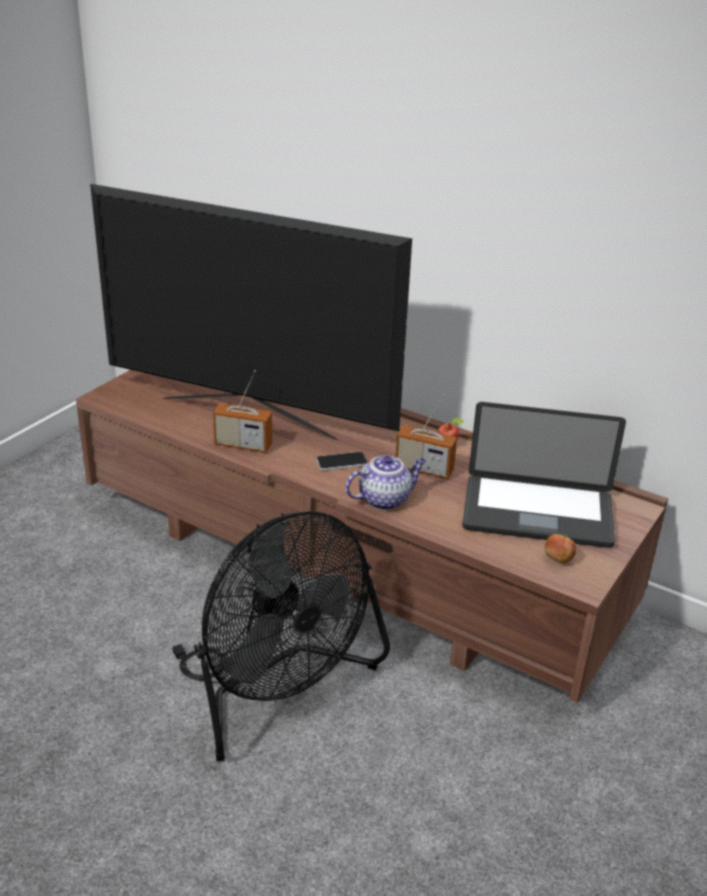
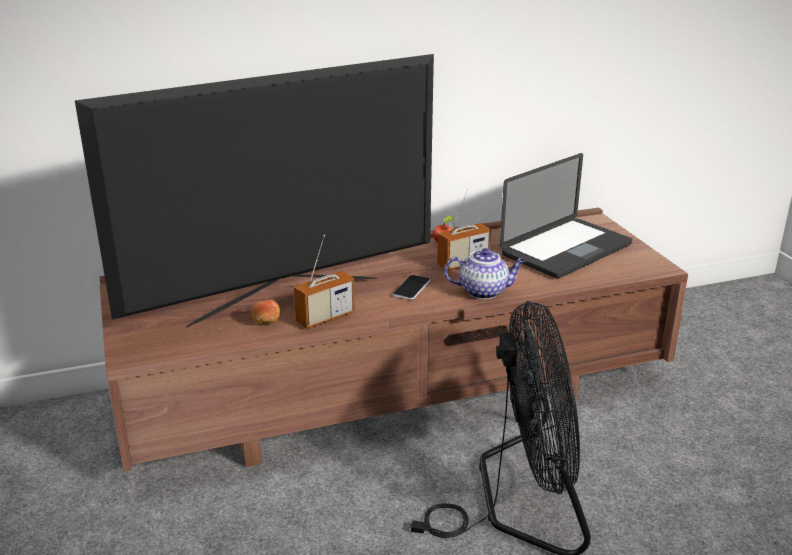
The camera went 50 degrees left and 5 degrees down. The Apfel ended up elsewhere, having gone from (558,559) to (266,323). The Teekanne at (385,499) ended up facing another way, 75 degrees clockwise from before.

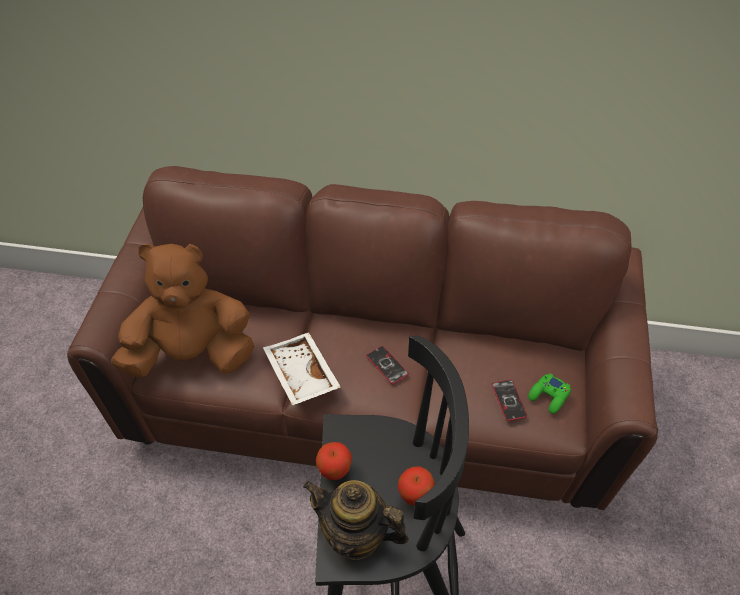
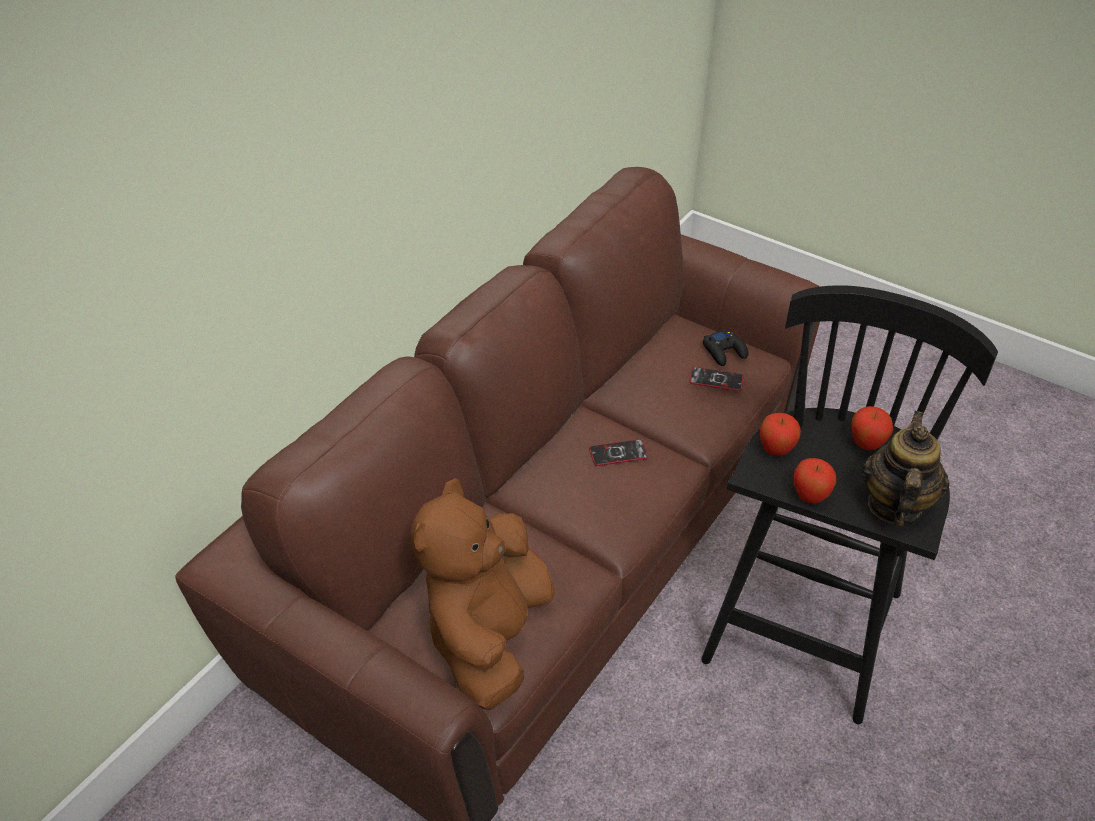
The camera went 65 degrees left and 5 degrees down. The second view lost the Tablett [weiß] at (300,375). The second view gained the Apfel at (775,450). What was the Gamepad [grün] at (549,396) turned into the Gamepad [schwarz] at (724,352). The Teekanne at (355,536) ended up facing another way, 150 degrees clockwise from before.

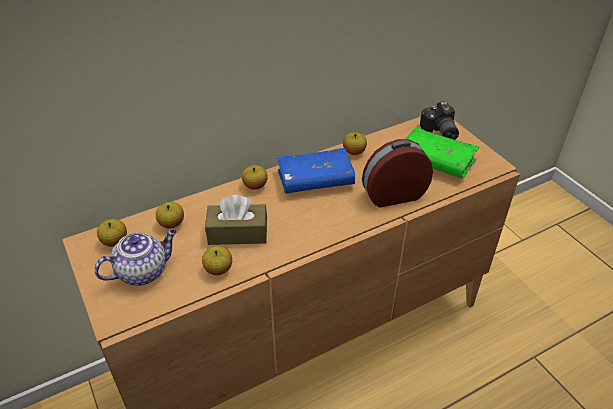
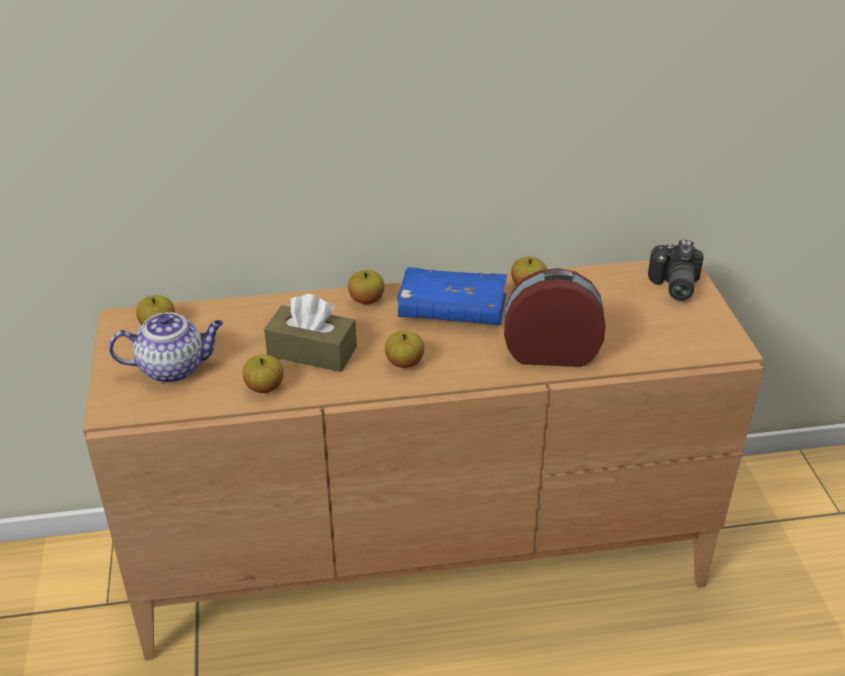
The camera went 20 degrees right and 5 degrees down. The second view lost the Buch [grün] at (436,161). The Apfel ended up elsewhere, having gone from (171,224) to (404,363).

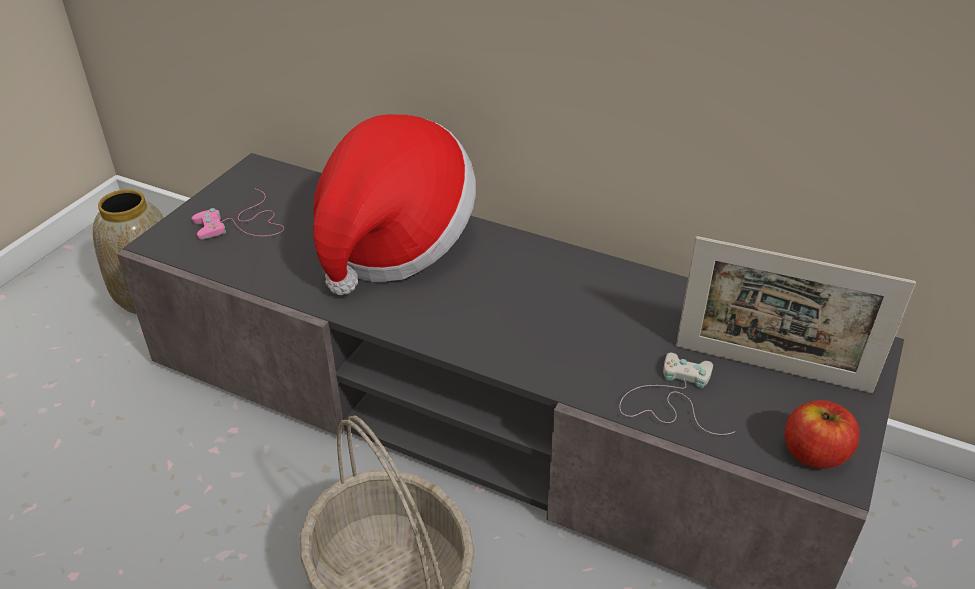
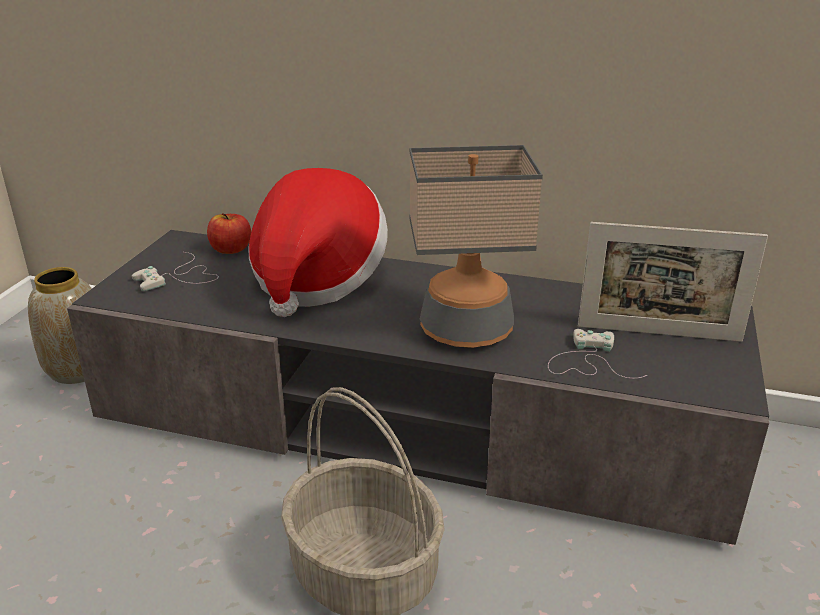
The camera went 10 degrees left and 10 degrees down. The second view gained the Tischlampe at (465,330). The Apfel ended up elsewhere, having gone from (814,453) to (231,249). What was the Gamepad [rosa] at (243,224) turned into the Gamepad [weiß] at (179,278).

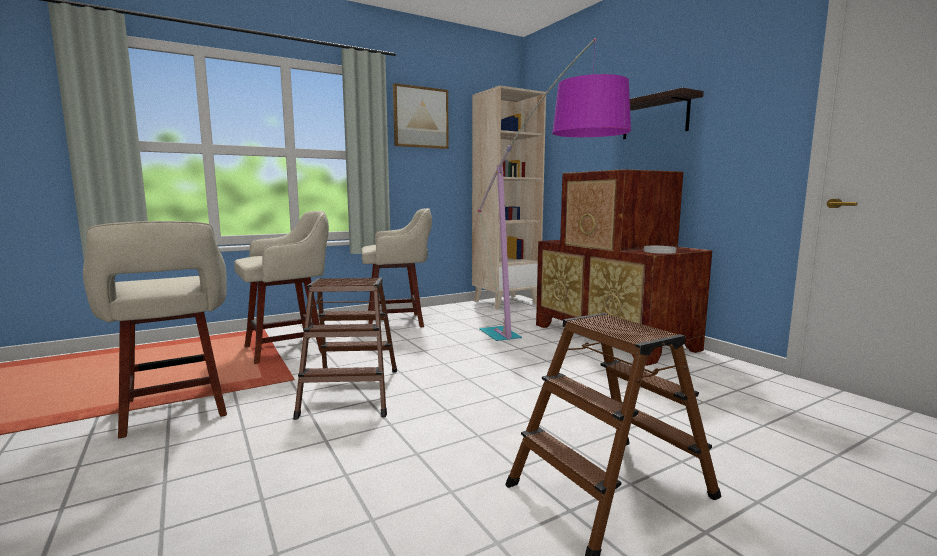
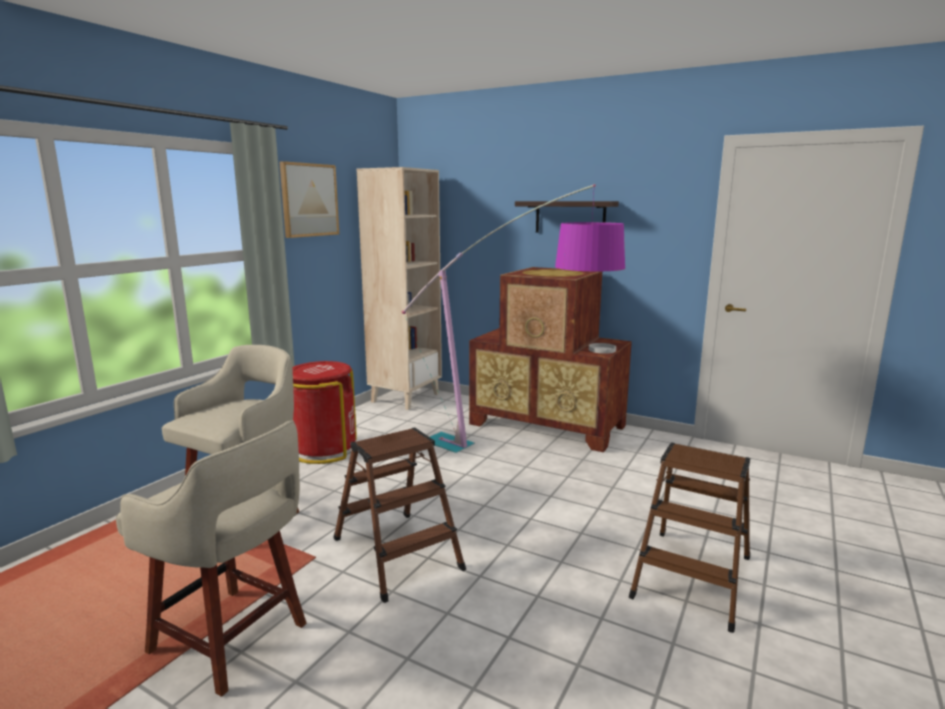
The camera went 30 degrees left and 5 degrees up. Where the Hocker [beige] stood at (398,322), the Mülleimer [rot] came to stand at (324,449).

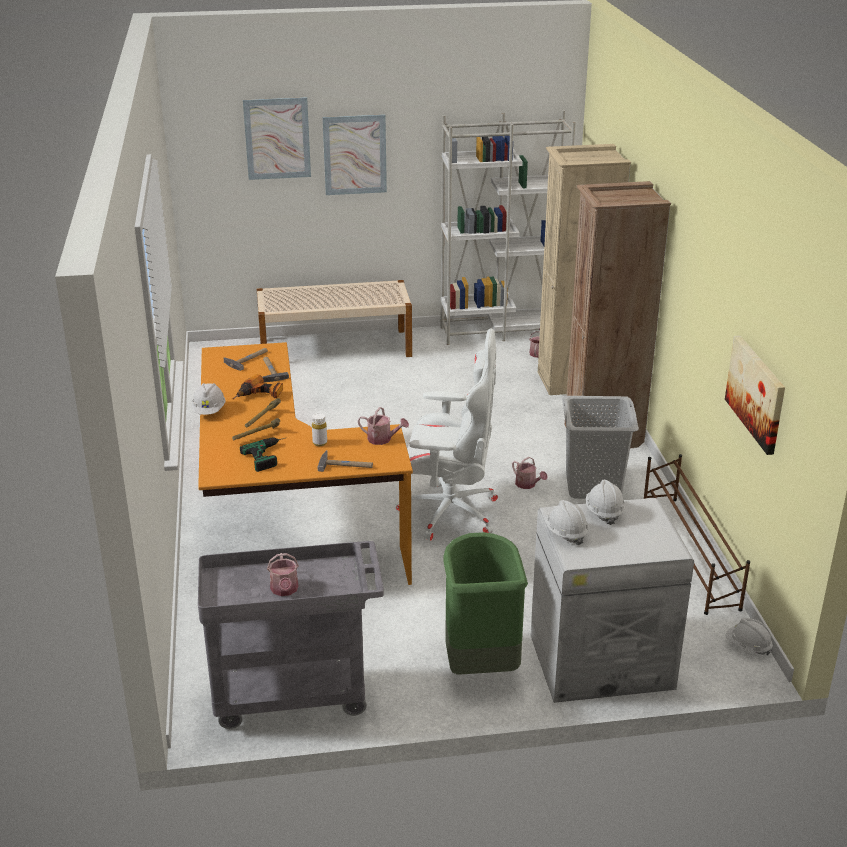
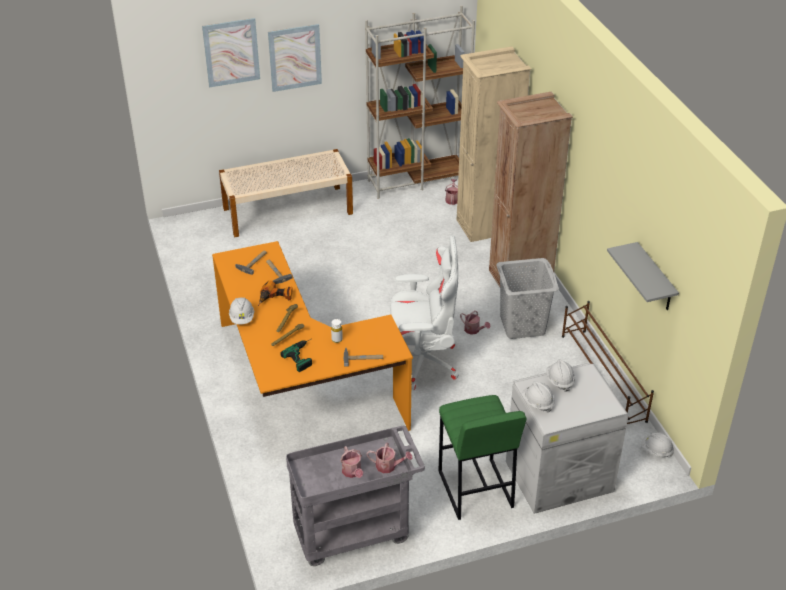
The camera went 10 degrees left and 10 degrees up. The Gießkanne ended up elsewhere, having gone from (382,439) to (389,466). Where the Mülleimer [grün] stood at (479,664), the Hocker [grün] came to stand at (476,490). Where the Bild hung at (756,393), the Wandregal [grau] came to hang at (655,278). What was the Bücherregal [weiß] at (501,332) turned into the Bücherregal [braun] at (417,181).

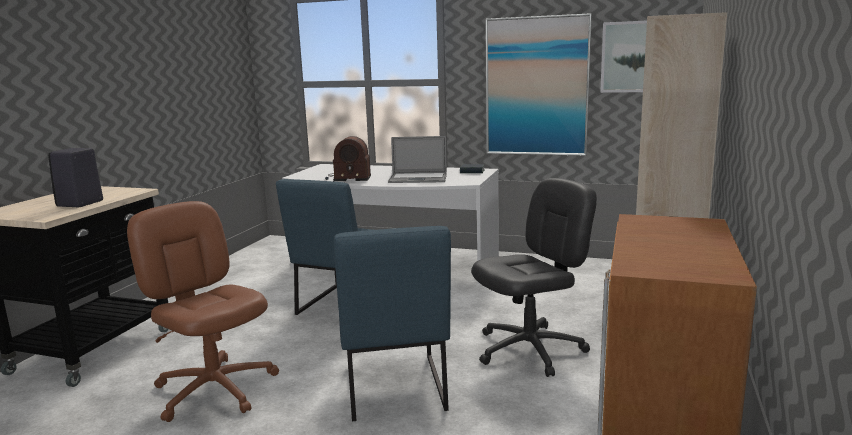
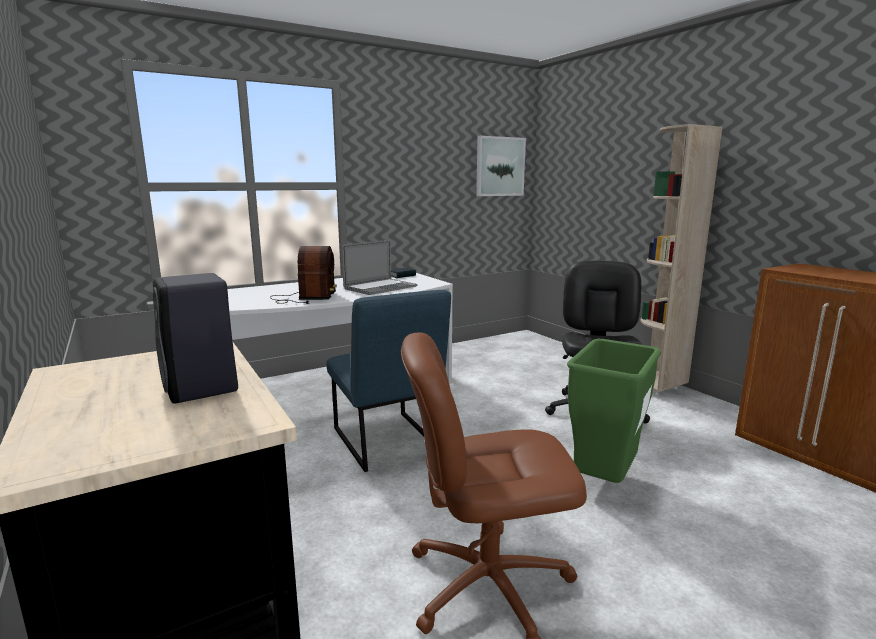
The camera went 50 degrees left and 0 degrees up. The second view lost the Bild at (536,87). Where the Stuhl [blau] stood at (394,388), the Mülleimer [grün] came to stand at (603,482). The Radio at (348,178) ended up facing another way, 45 degrees counterclockwise from before.

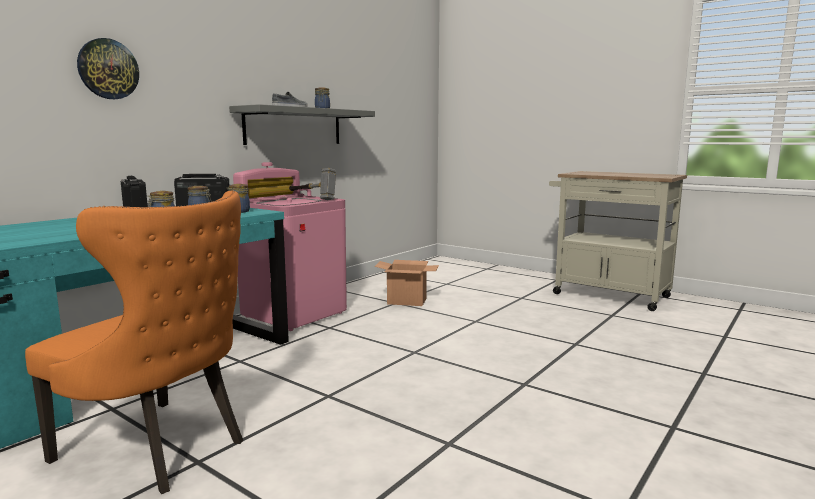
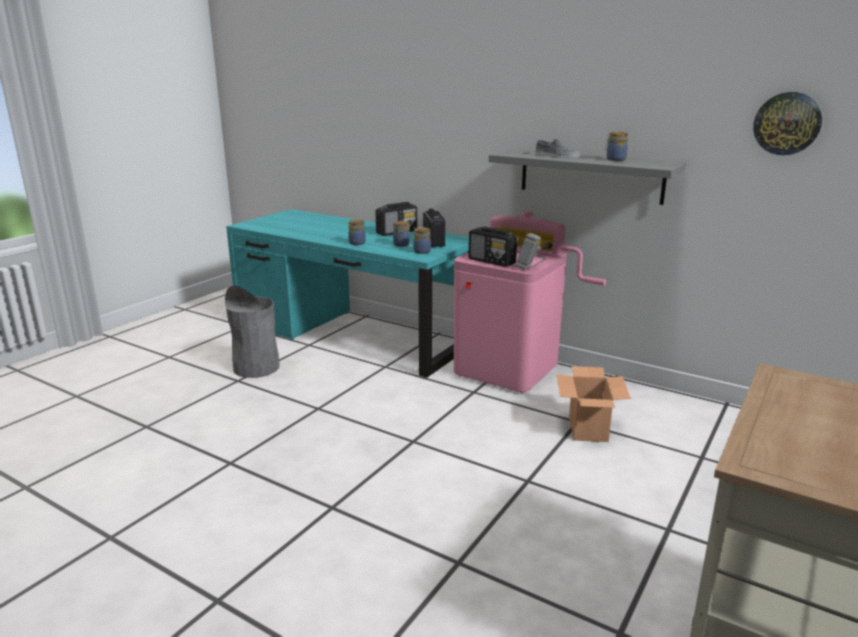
The camera went 85 degrees right and 10 degrees up. The second view gained the Radio at (492,261). The Wanduhr ended up elsewhere, having gone from (108,69) to (787,123). Where the Stuhl [orange] stood at (160,448), the Mülleimer [grau] came to stand at (256,368).

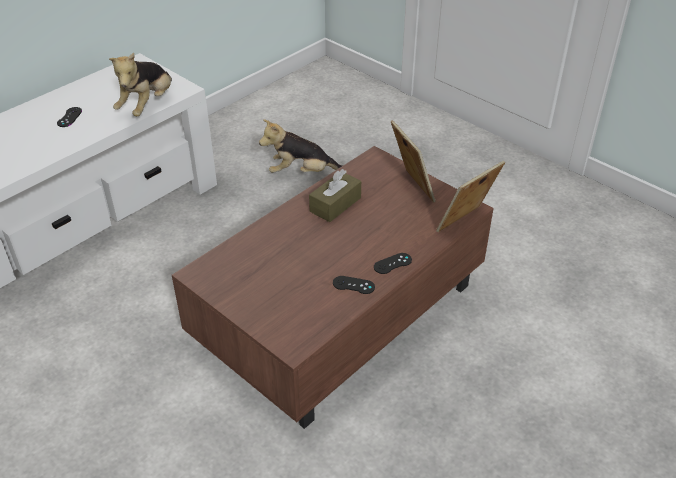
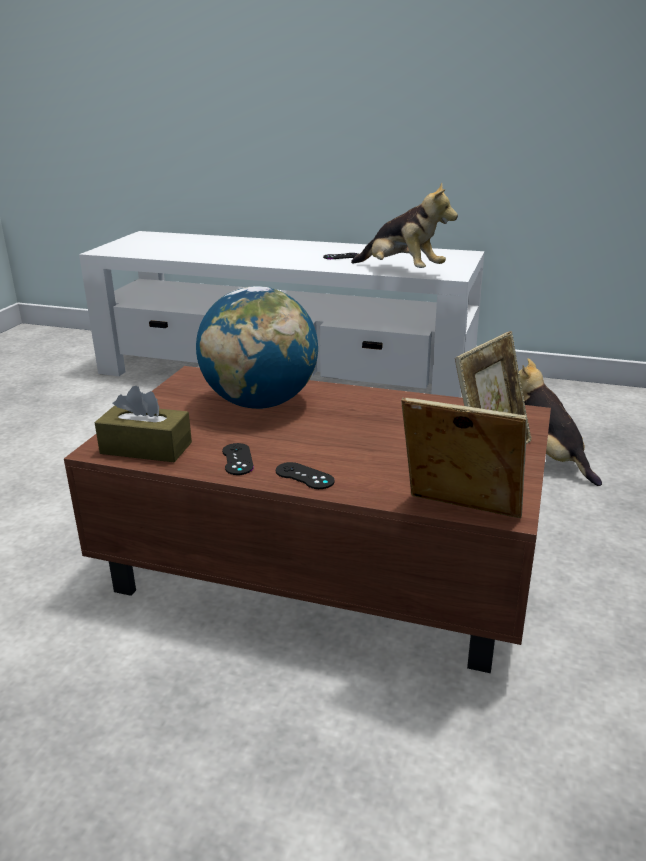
The camera went 65 degrees right and 15 degrees down. The second view gained the Globus at (260,403). The Taschentuchbox [braun] ended up elsewhere, having gone from (335,204) to (146,448). The Plüschtier at (147,105) ended up facing another way, 135 degrees counterclockwise from before.

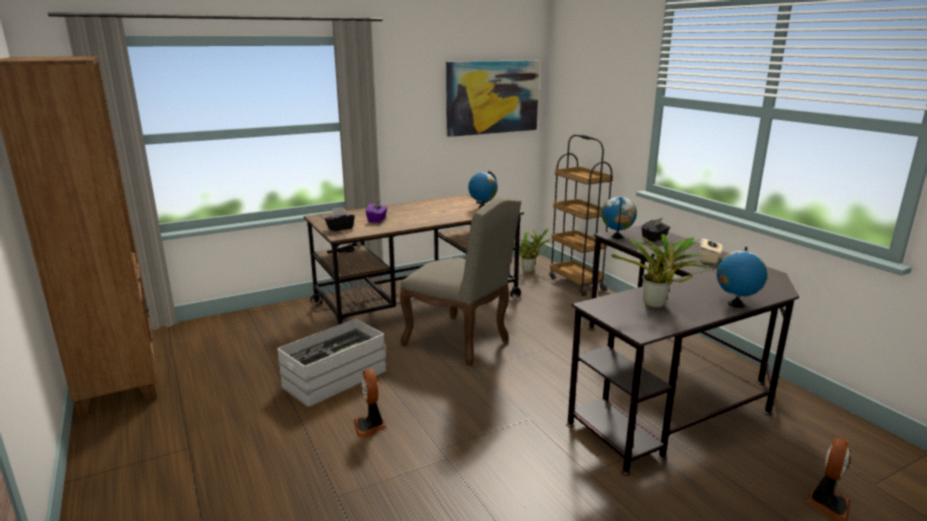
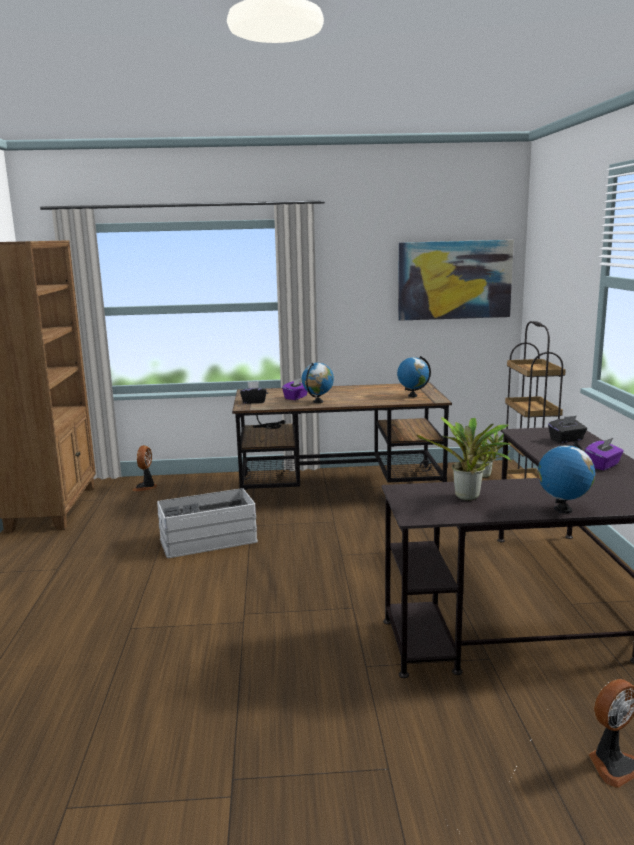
The camera went 25 degrees right and 5 degrees down. The second view lost the Stuhl [grau] at (459,342). The Ventilator ended up elsewhere, having gone from (370,426) to (145,487). The Globus ended up elsewhere, having gone from (617,237) to (318,402). What was the Taschentuchbox [beige] at (709,259) turned into the Taschentuchbox [lila] at (603,465).

